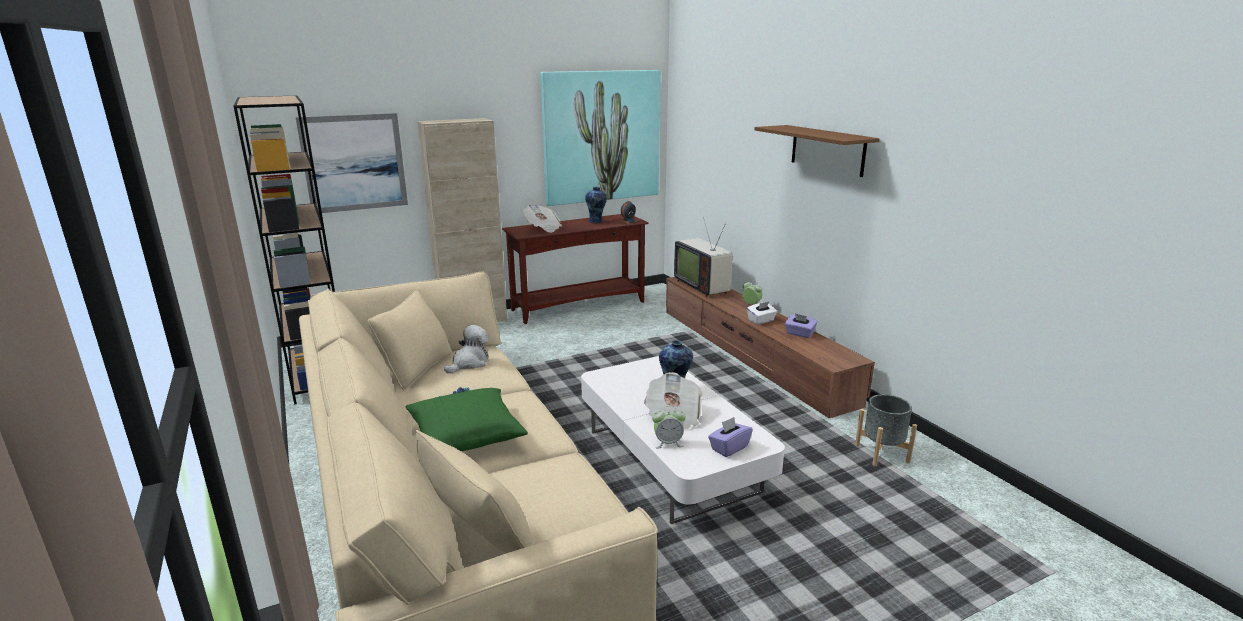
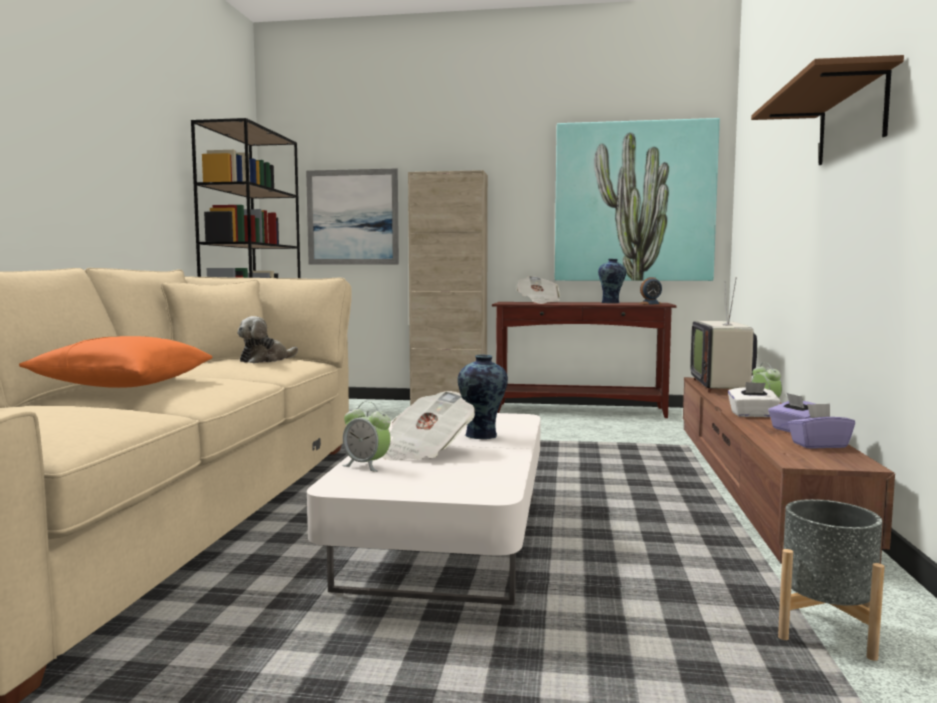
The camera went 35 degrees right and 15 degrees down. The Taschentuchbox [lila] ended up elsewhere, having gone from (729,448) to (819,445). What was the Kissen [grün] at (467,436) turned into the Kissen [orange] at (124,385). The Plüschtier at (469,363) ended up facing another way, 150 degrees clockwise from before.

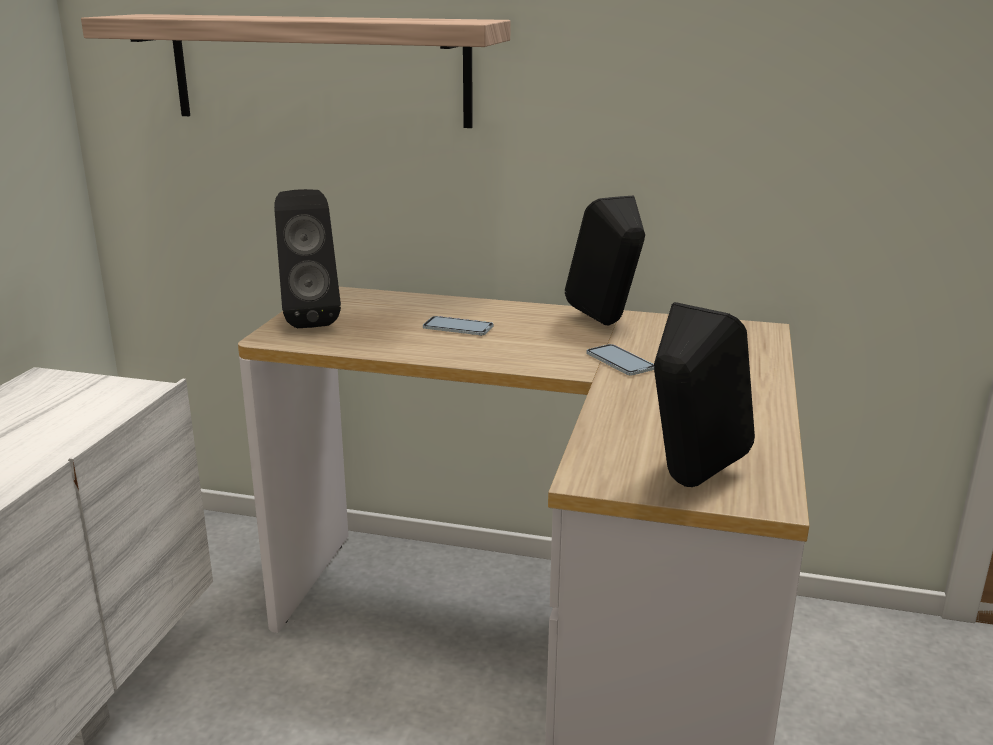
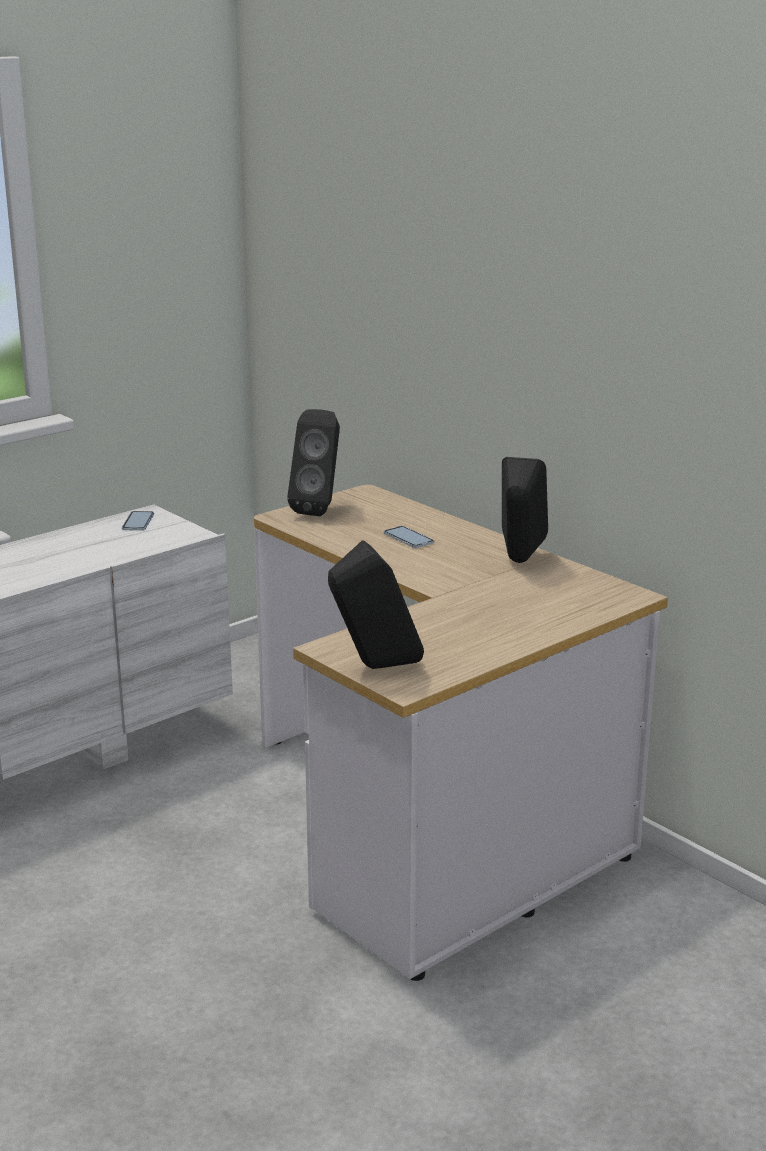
The camera went 35 degrees right and 0 degrees up. The second view lost the Wandregal at (319,70). The Handy ended up elsewhere, having gone from (620,362) to (138,522).

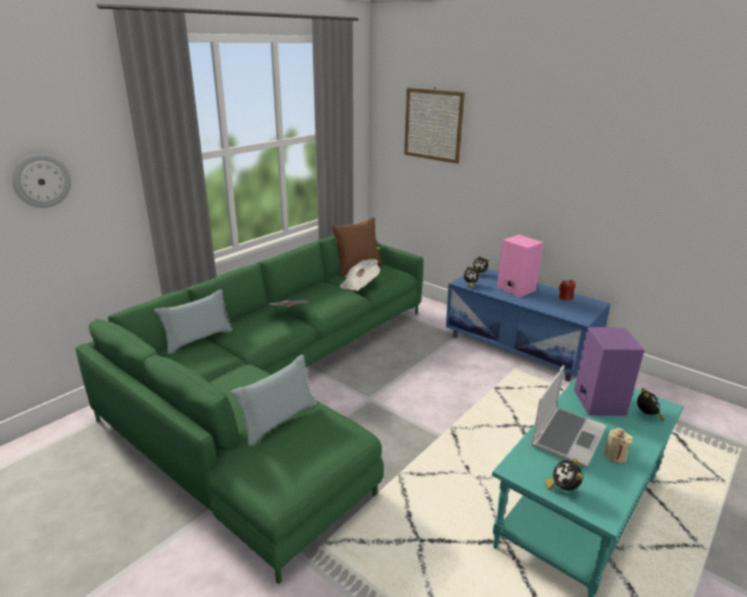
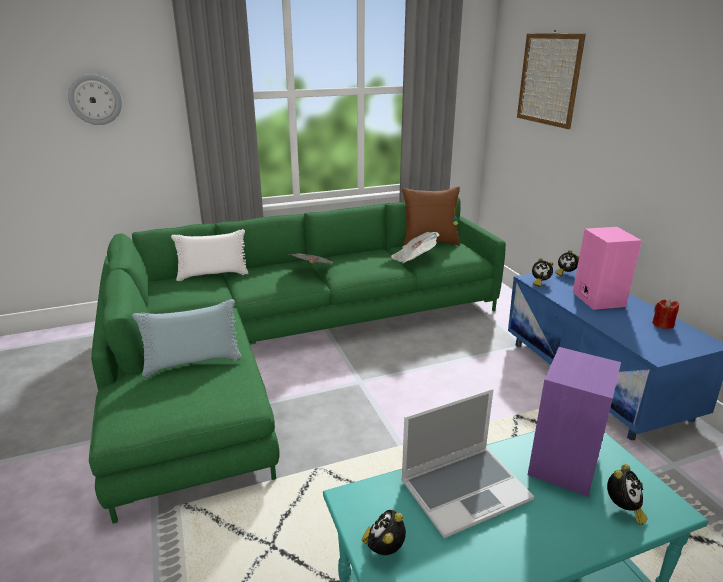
The camera went 30 degrees right and 0 degrees up. The second view lost the Kerze [beige] at (614,456). What was the Kissen [blau] at (198,339) turned into the Kissen [weiß] at (213,275).

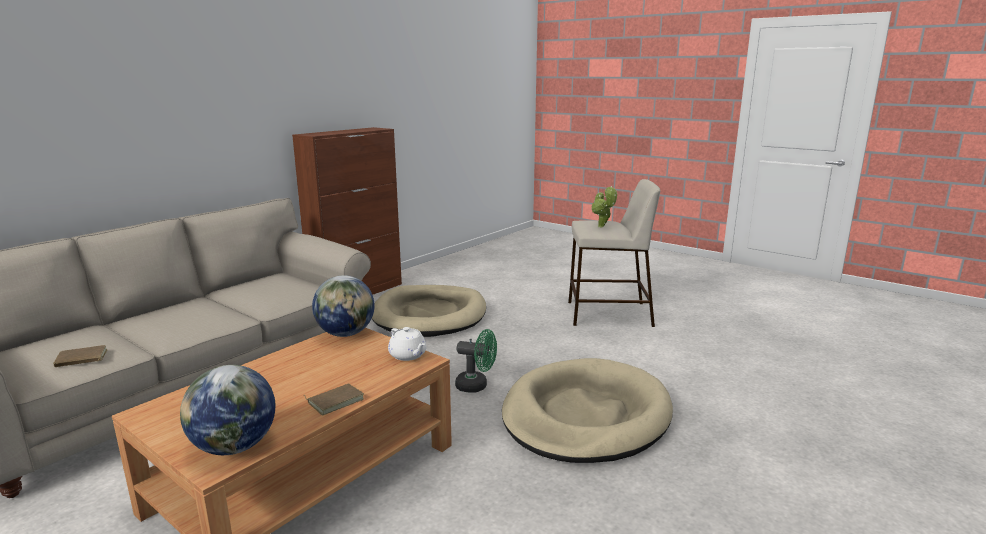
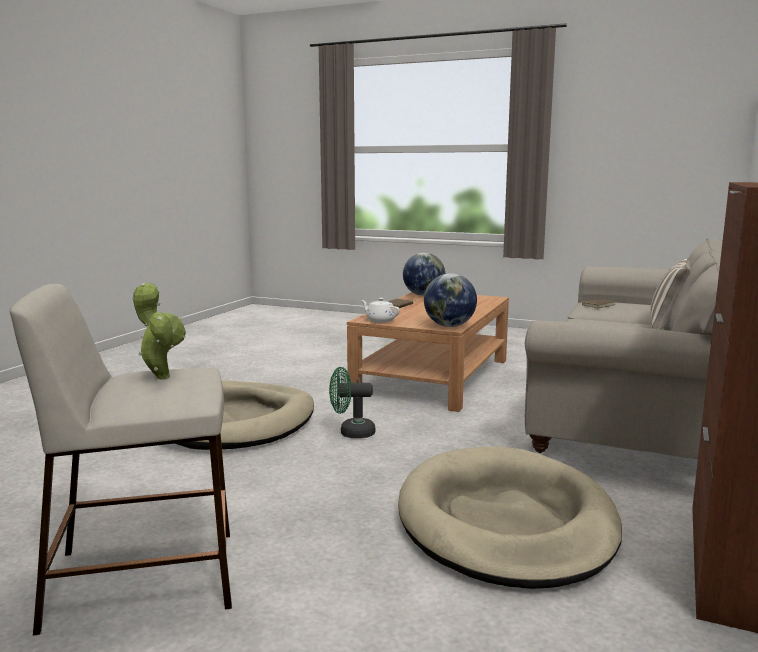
The camera went 165 degrees right and 5 degrees down. The second view gained the Kissen at (668,328).

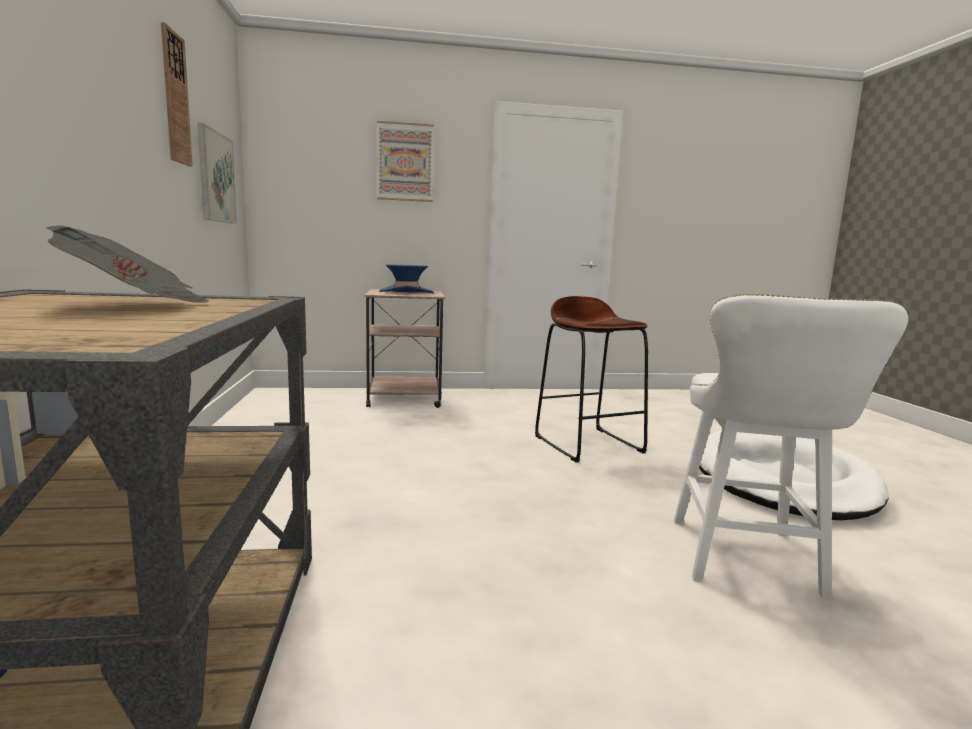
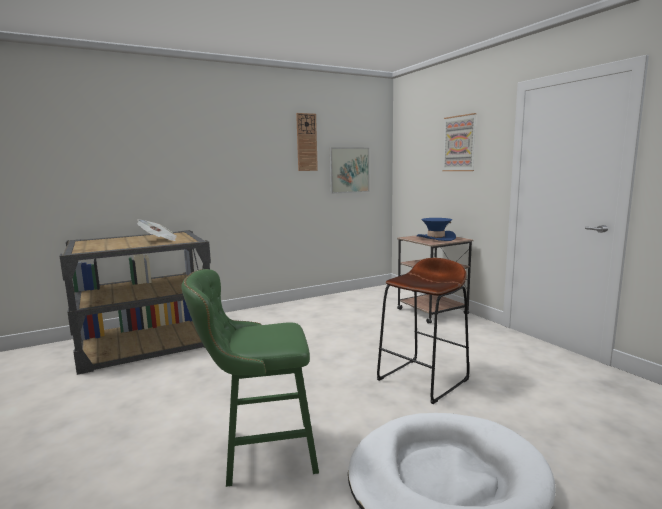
The camera went 70 degrees right and 0 degrees up. What was the Hocker [weiß] at (748,566) turned into the Hocker [grün] at (257,453).

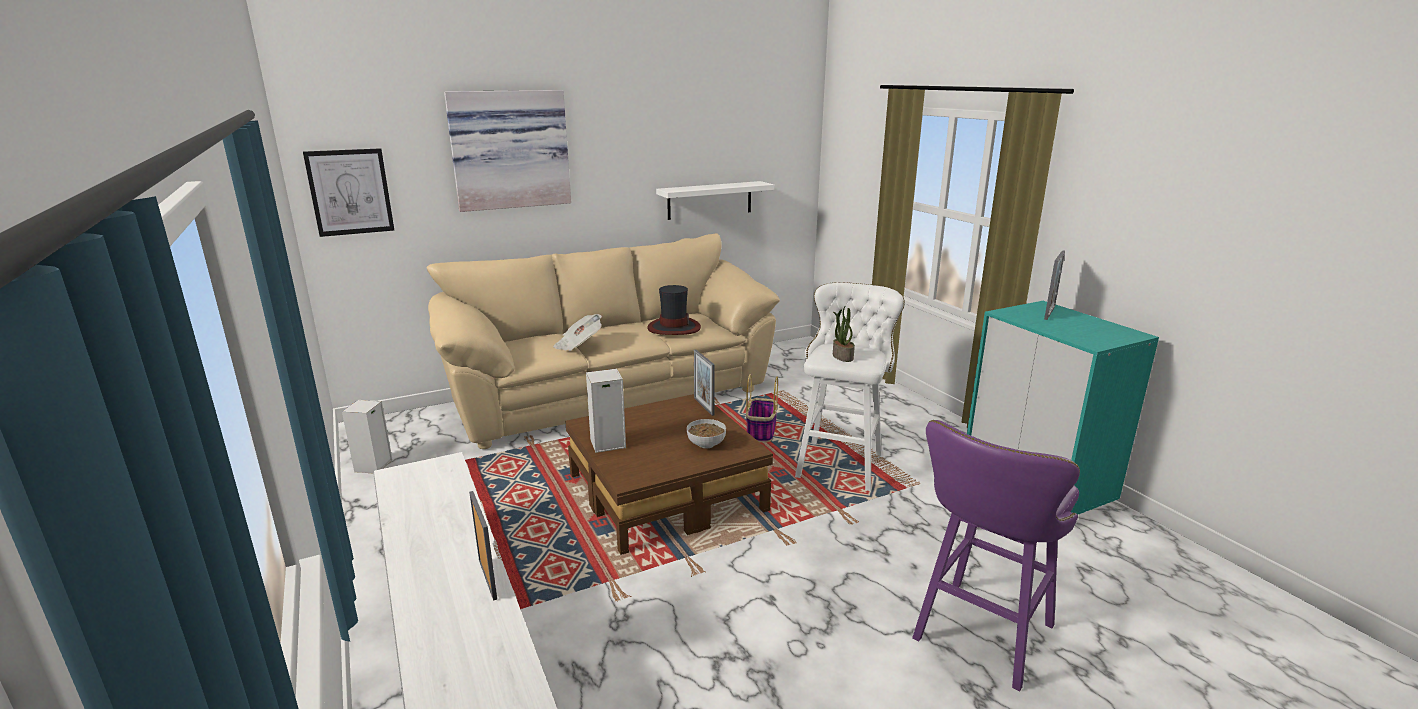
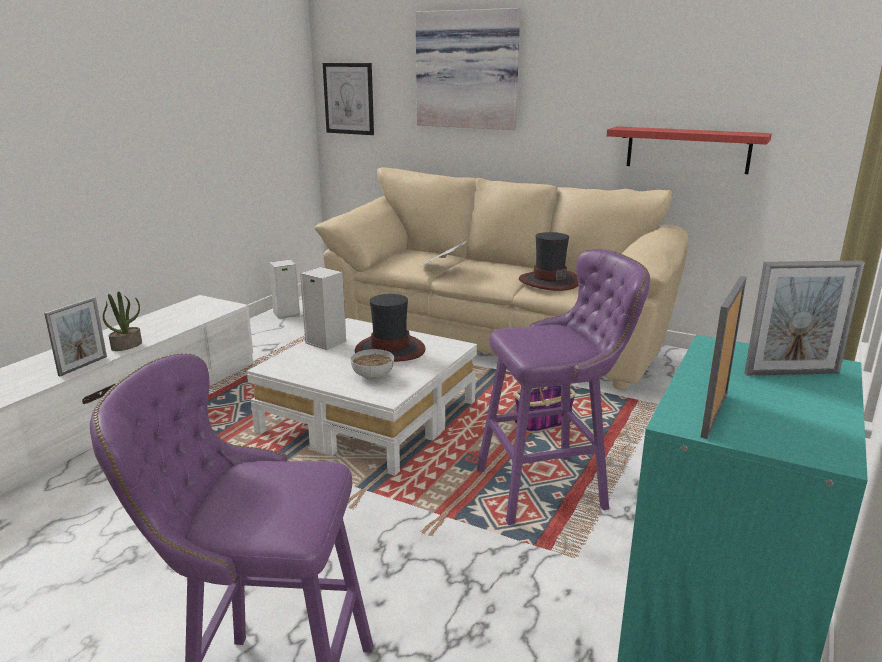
The camera went 55 degrees right and 0 degrees up. The second view gained the Hut at (389,350). The Bilderrahmen ended up elsewhere, having gone from (703,406) to (714,414). The Topfpflanze ended up elsewhere, having gone from (842,356) to (127,345). What was the Couchtisch [braun] at (666,491) turned into the Couchtisch [weiß] at (371,416). What was the Wandregal [weiß] at (710,200) turned into the Wandregal [rot] at (687,149). What was the Hocker [weiß] at (842,459) turned into the Hocker [lila] at (555,486).

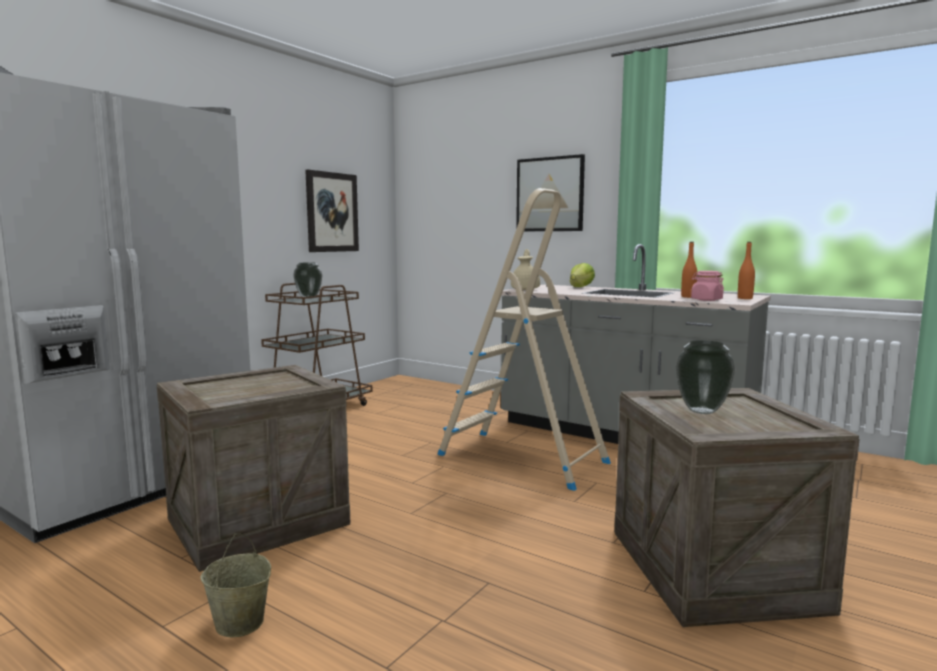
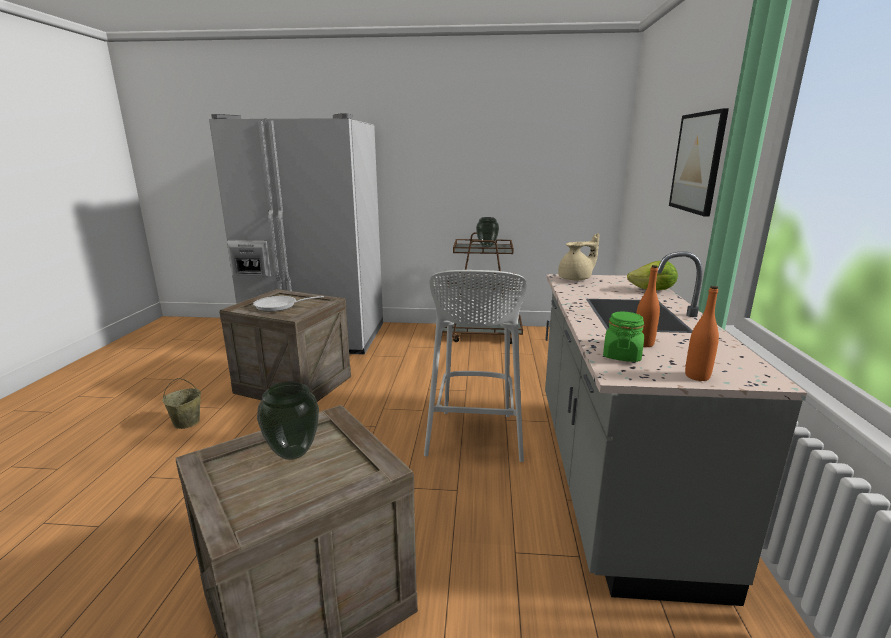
The camera went 60 degrees right and 10 degrees up. The second view lost the Bild at (332,212). The second view gained the Pfanne at (280,306). Where the Trittleiter [beige] stood at (521,458), the Hocker [weiß] came to stand at (474,436). What was the Vorratsglas [rosa] at (706,300) turned into the Vorratsglas [grün] at (621,355).

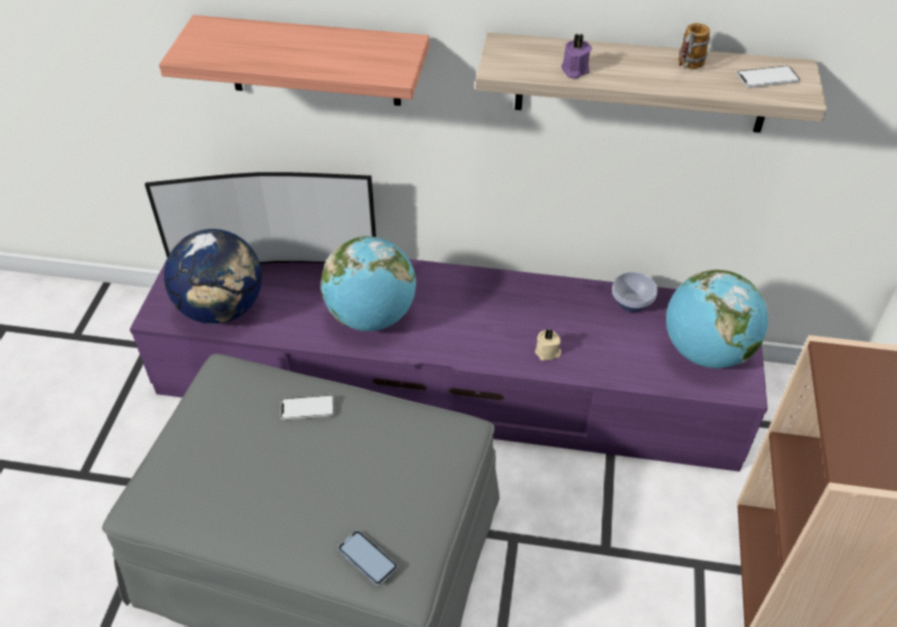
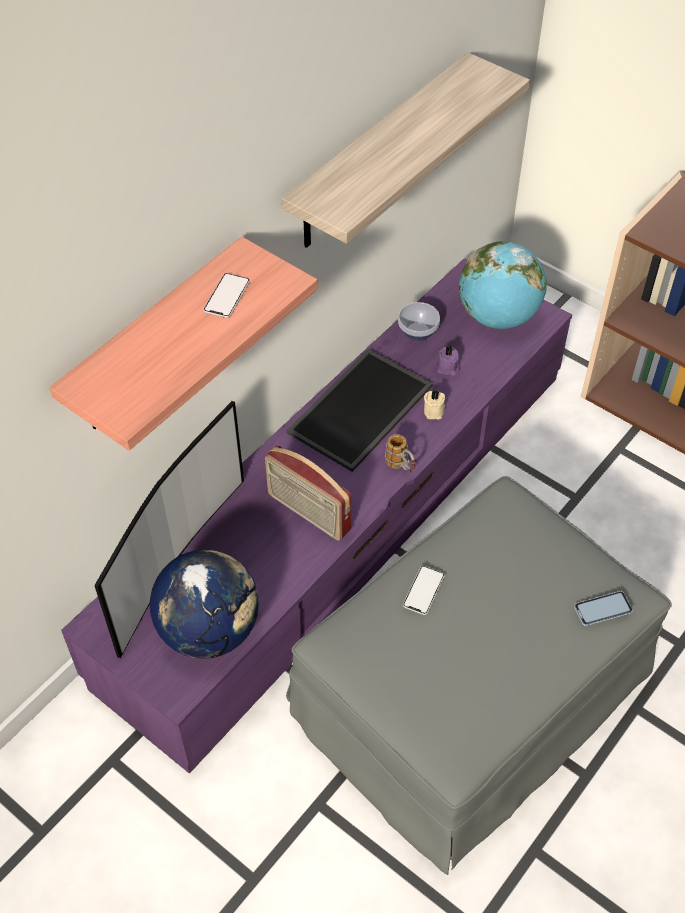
The camera went 60 degrees left and 5 degrees up. The second view gained the Tablett at (359,407). The Kerze [lila] ended up elsewhere, having gone from (574,70) to (447,368). The Henkelbecher ended up elsewhere, having gone from (687,68) to (401,467). The Handy ended up elsewhere, having gone from (767,78) to (227,296). Where the Globus stood at (372,317), the Radio came to stand at (308,513).

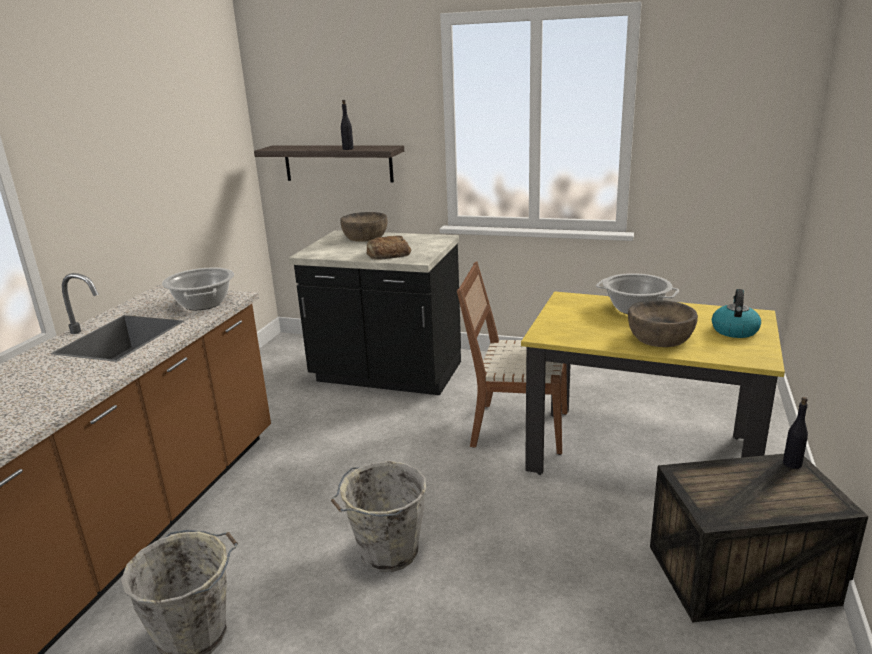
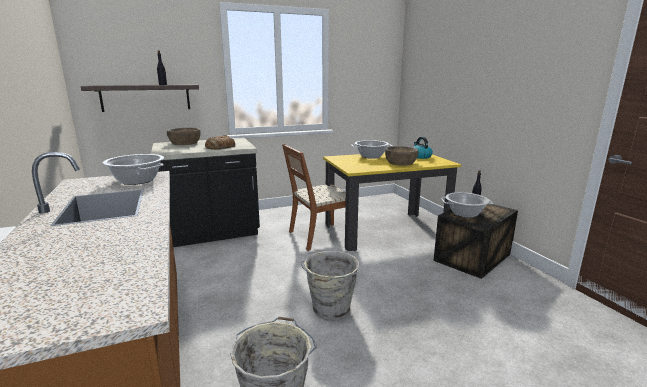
The camera went 40 degrees left and 5 degrees down. The second view gained the Kochtopf at (464,213).

